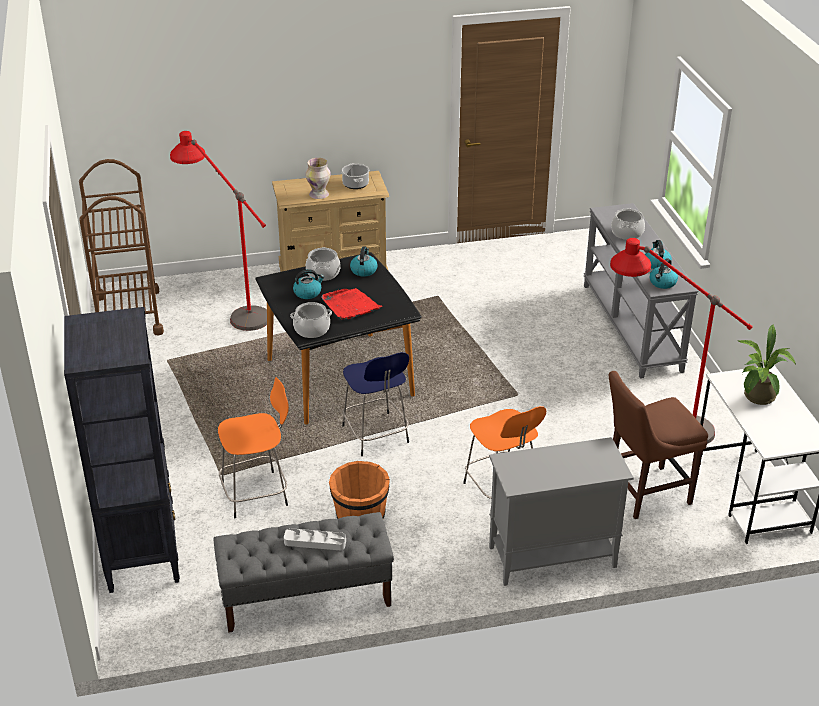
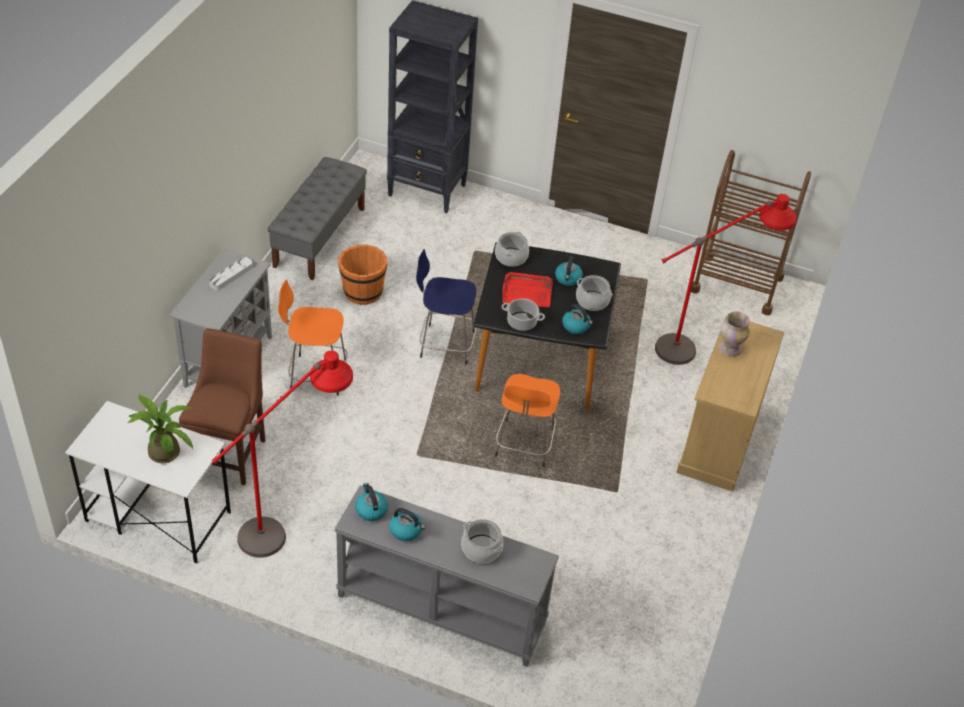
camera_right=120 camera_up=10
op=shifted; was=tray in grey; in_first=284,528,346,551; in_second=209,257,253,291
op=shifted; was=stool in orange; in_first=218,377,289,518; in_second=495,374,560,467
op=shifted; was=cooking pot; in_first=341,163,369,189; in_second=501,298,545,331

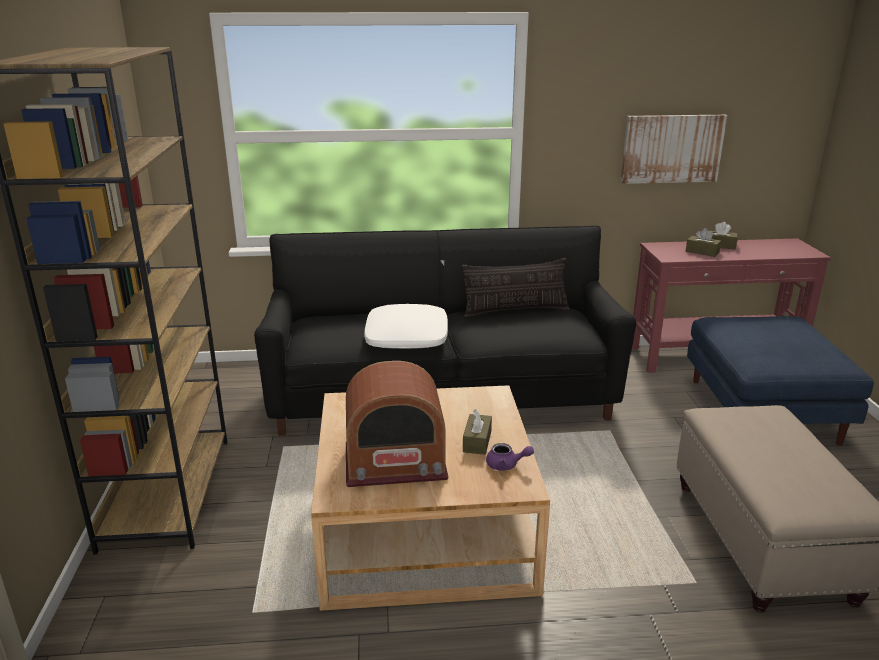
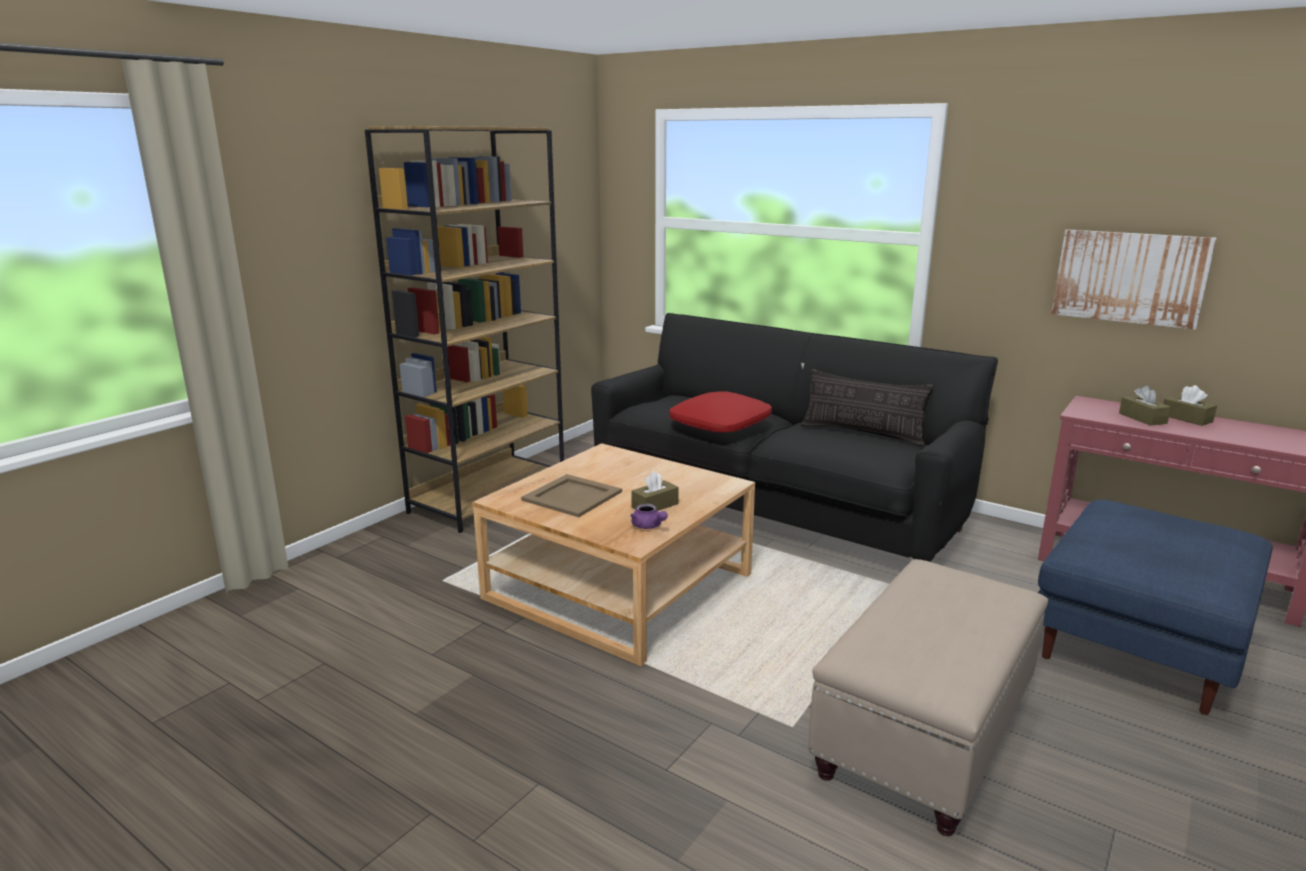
camera_right=40 camera_up=-5
op=swapped; was=radio; now=tray in beige; in_first=346,361,449,487; in_second=521,474,622,517
op=repainted; was=pillow in white; now=pillow in red; in_first=364,304,448,349; in_second=669,392,772,432

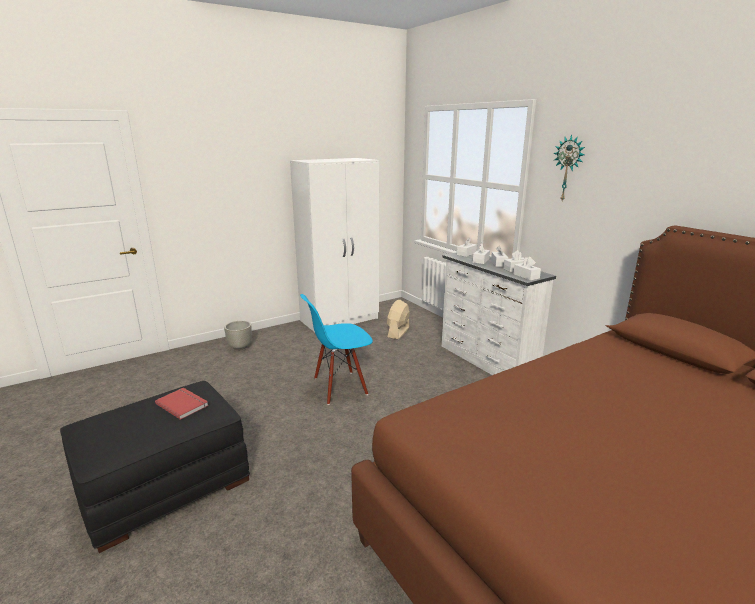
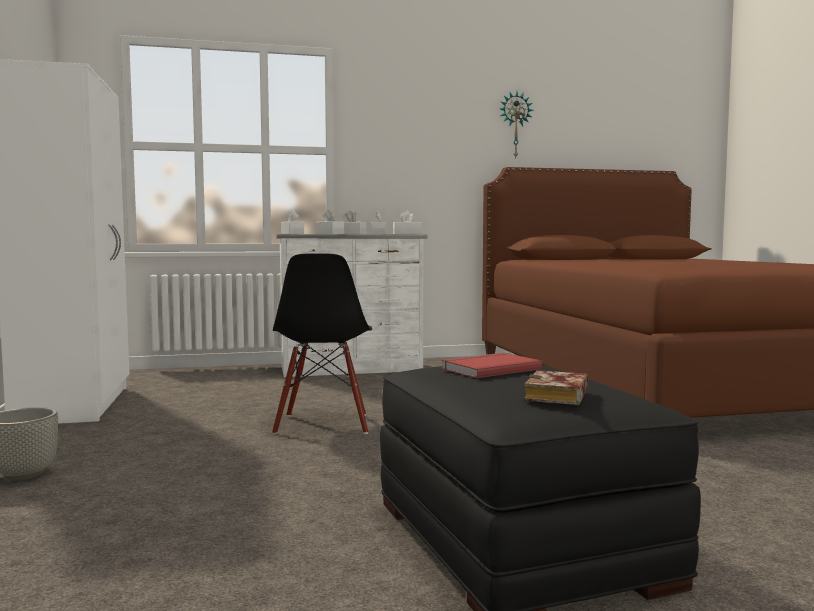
camera_right=-70 camera_up=-15
op=repainted; was=chair in blue; now=chair in black; in_first=300,294,373,405; in_second=272,254,372,434
op=shifted; was=wall clock; in_first=554,134,585,201; in_second=500,91,534,159
op=new; now=book; in_second=524,370,588,405
op=gone; was=fan in beige; in_first=387,300,410,339

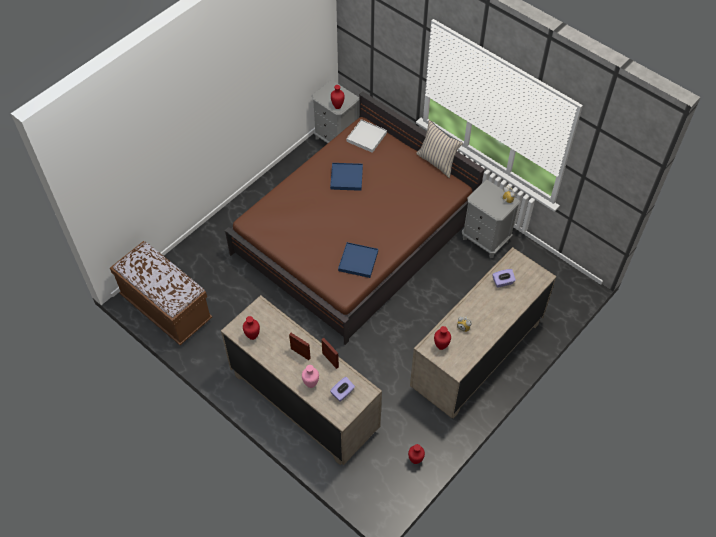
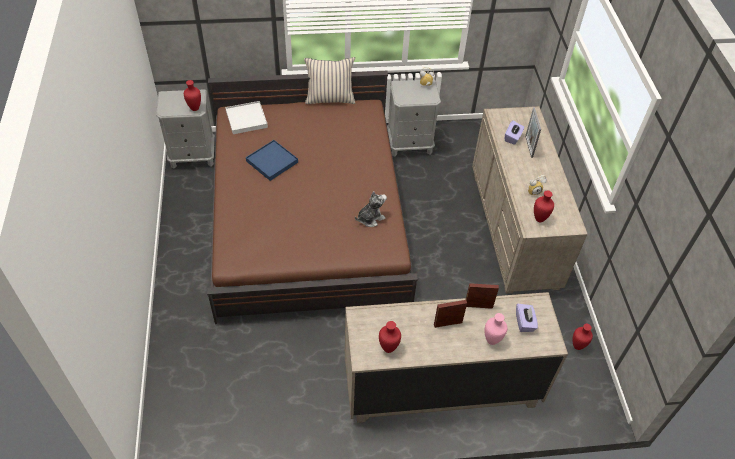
camera_right=-50 camera_up=-5
op=swapped; was=tray in blue; now=plush toy; in_first=338,242,378,278; in_second=355,191,387,227
op=new; now=picture frame; in_second=525,107,541,158
op=gone; was=bench in brown; in_first=110,241,212,345

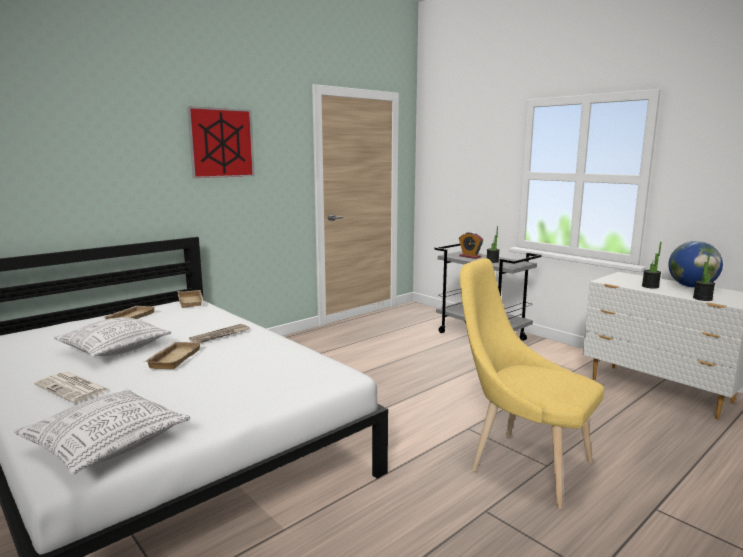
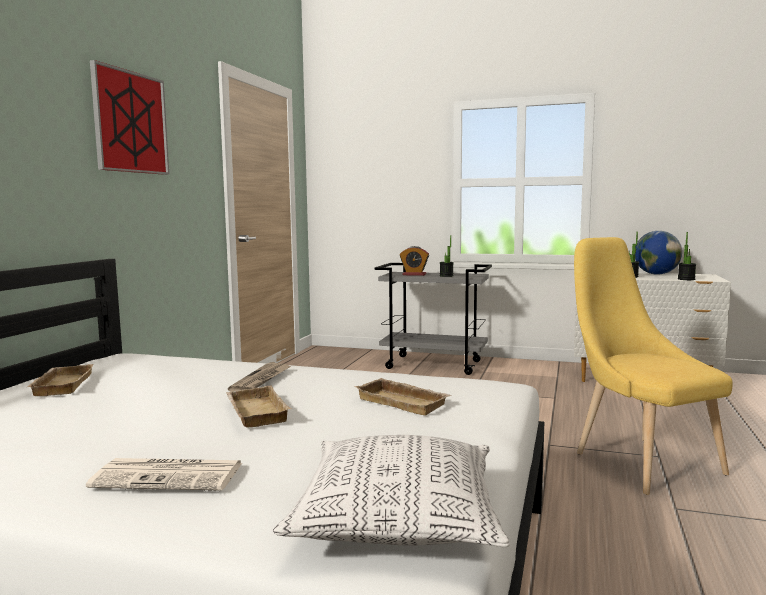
camera_right=-30 camera_up=-5
op=shifted; was=tray in beige; in_first=178,290,204,308; in_second=354,378,451,416
op=rotated; was=chair in yellow; in_first=460,258,604,509; in_second=574,237,733,495; clockwise=60
op=gone; was=pillow; in_first=54,317,171,357

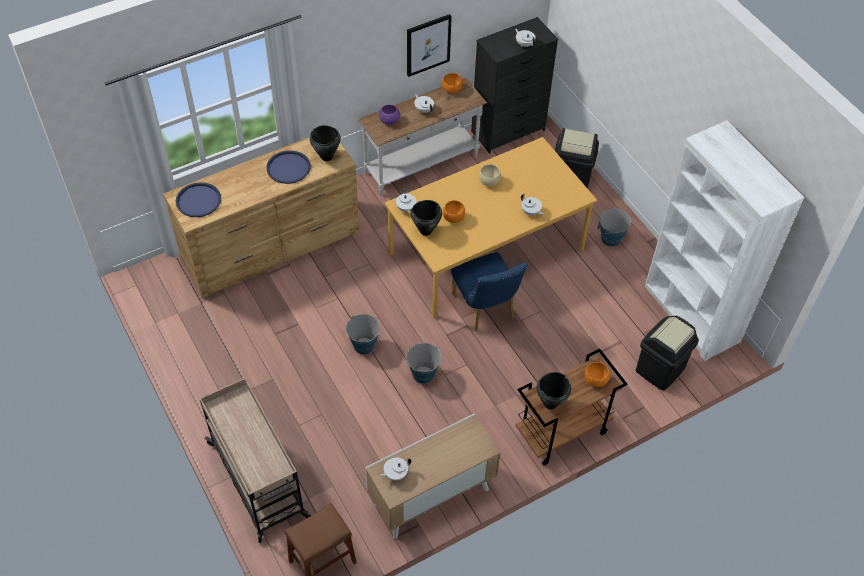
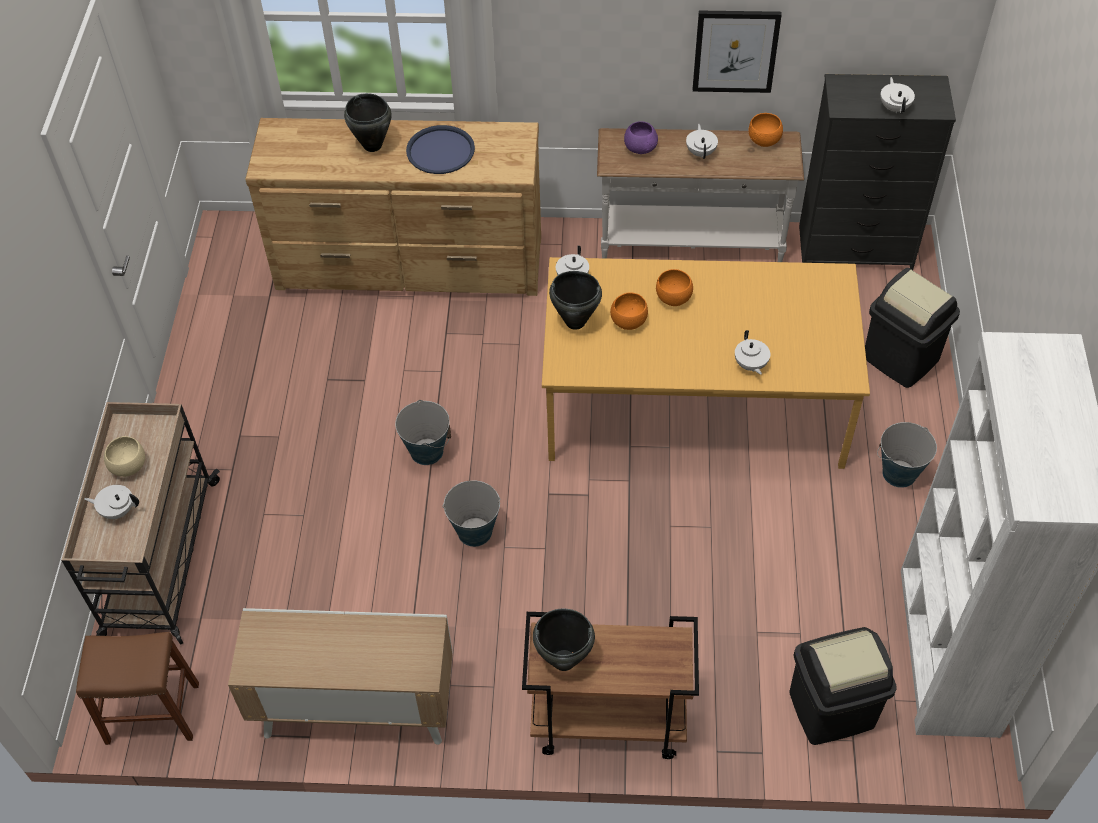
camera_right=35 camera_up=0
op=shifted; was=teapot in white; in_first=379,457,411,481; in_second=84,485,139,519
op=shifted; was=bowl in beige; in_first=479,164,501,186; in_second=104,436,145,477
op=shifted; was=cooking pot in black; in_first=310,125,341,161; in_second=344,93,392,152
op=shifted; was=bowl in orange; in_first=585,362,610,387; in_second=656,269,693,306
op=gone; was=tray in blue; in_first=175,182,221,217
op=gone; was=chair in blue; in_first=451,252,528,332

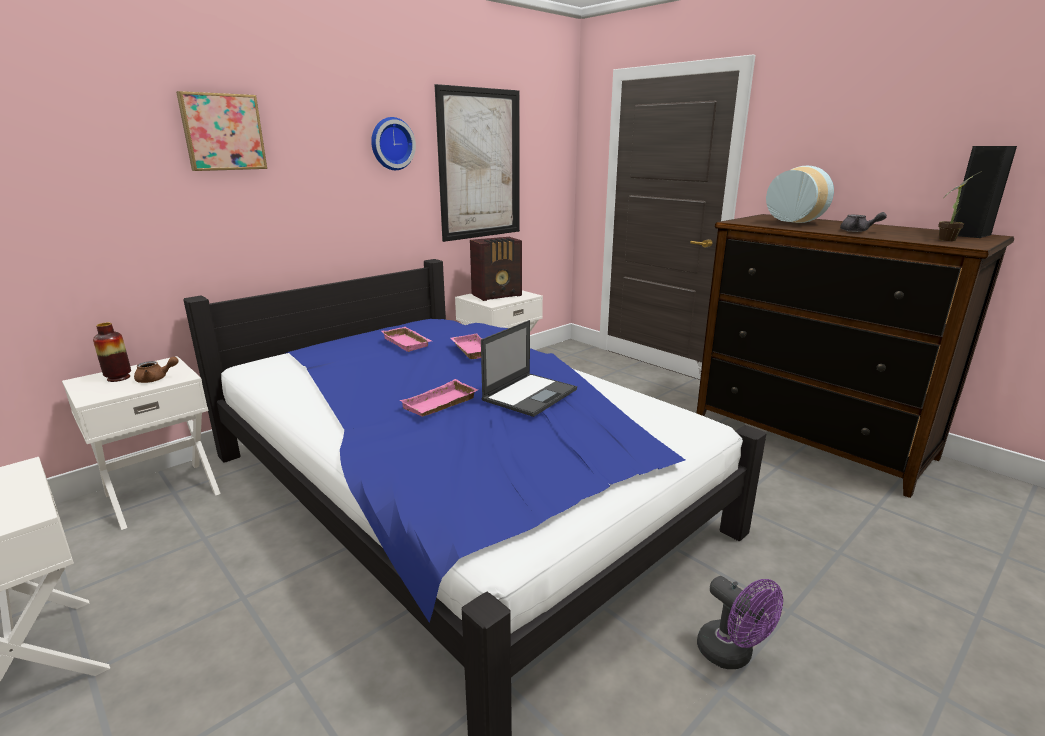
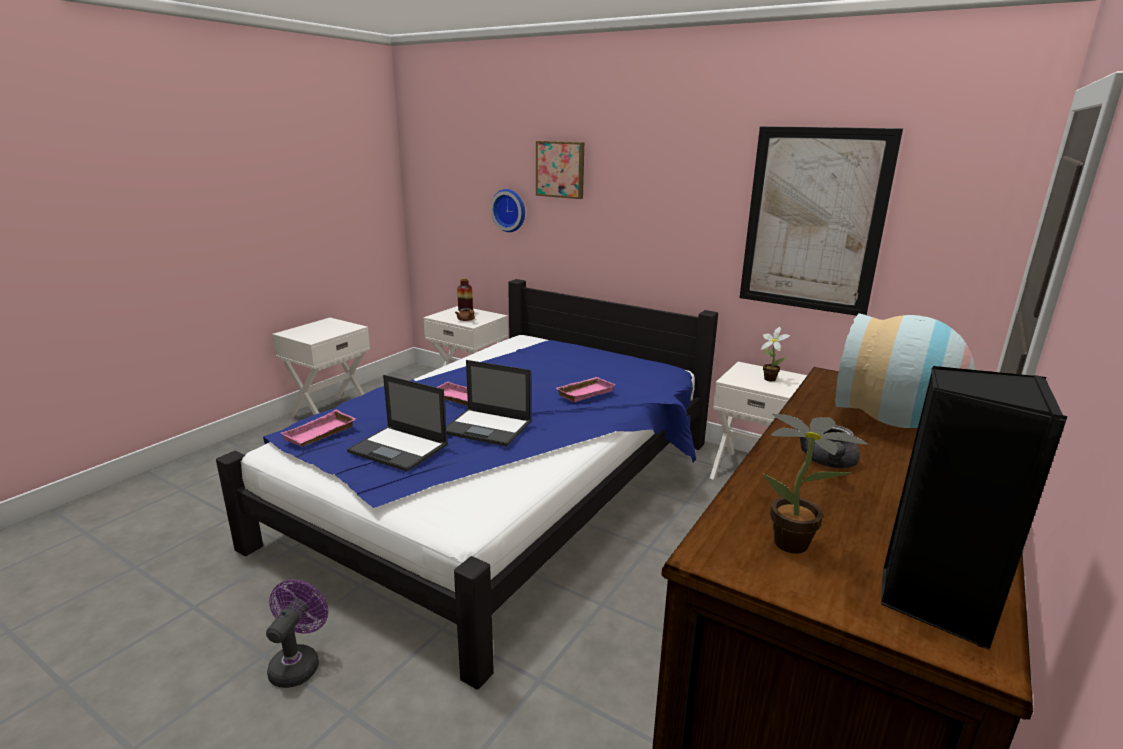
camera_right=75 camera_up=0
op=rotated; was=fan in purple; in_first=697,576,783,669; in_second=266,579,328,688; clockwise=150
op=shifted; was=tray in pink; in_first=381,327,431,352; in_second=281,409,356,447
op=new; now=laptop; in_second=347,375,448,472
op=shifted; was=wall clock; in_first=371,117,416,170; in_second=490,189,525,232
op=swapped; was=radio; now=potted plant; in_first=470,237,522,301; in_second=761,327,791,382

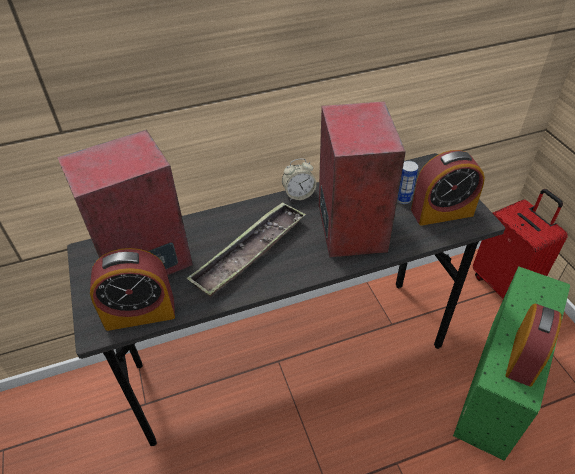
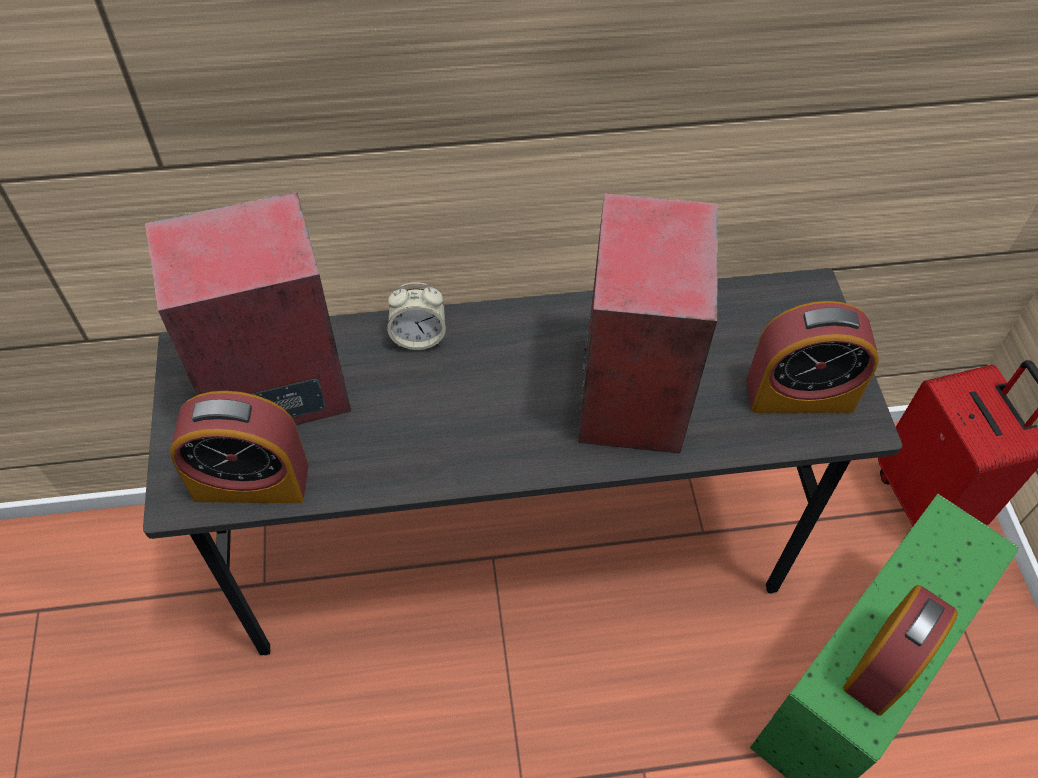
camera_right=10 camera_up=10
op=shifted; was=alarm clock; in_first=282,159,317,201; in_second=387,282,446,350
op=gone; was=tray; in_first=186,202,306,297
op=gone; was=can; in_first=397,161,418,204

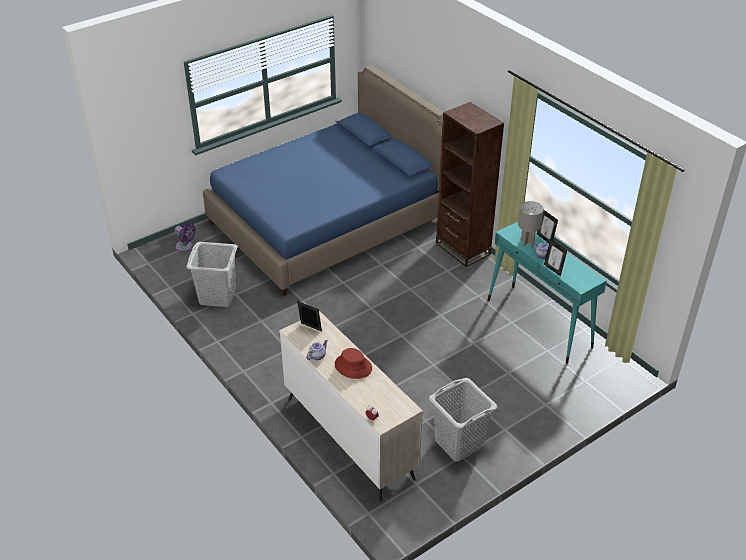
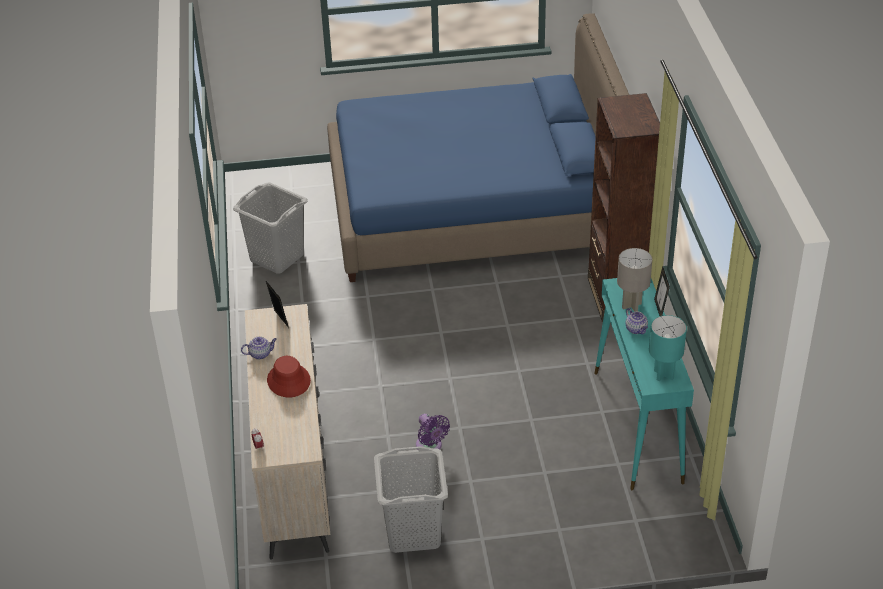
camera_right=30 camera_up=0
op=shifted; was=fan in purple; in_first=175,222,196,251; in_second=416,414,450,450
op=new; now=table lamp in turquoise; in_second=649,315,687,382
op=gone; was=picture frame; in_first=544,239,567,276

